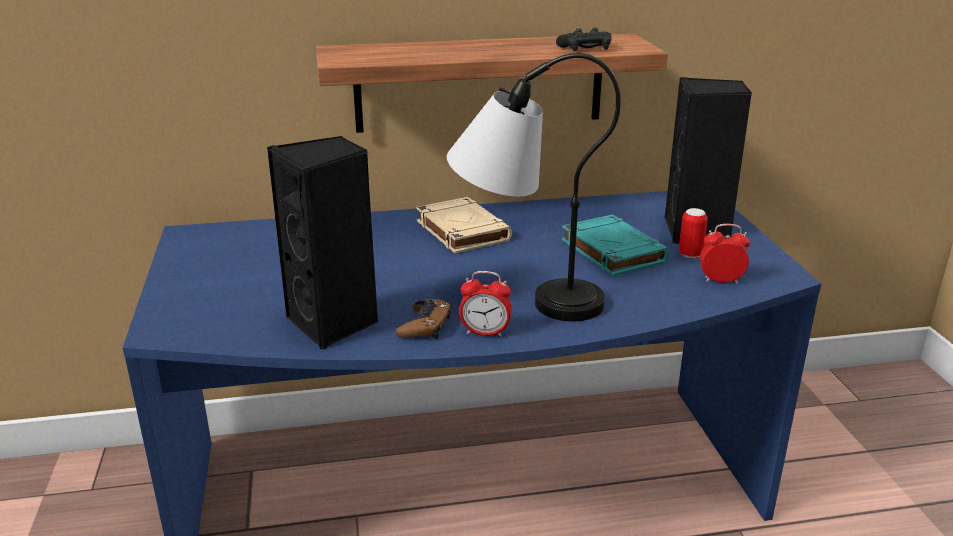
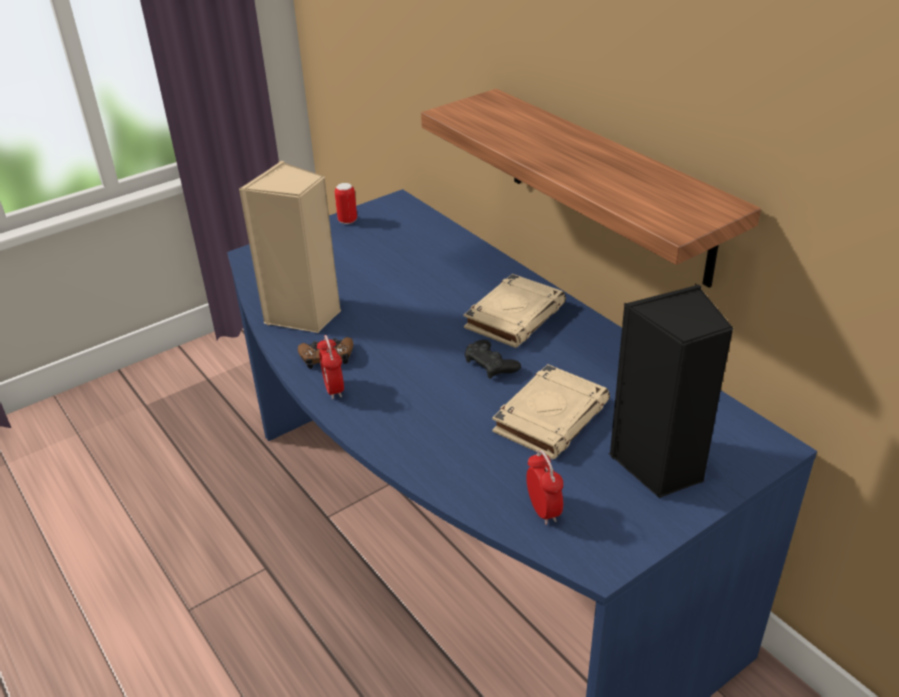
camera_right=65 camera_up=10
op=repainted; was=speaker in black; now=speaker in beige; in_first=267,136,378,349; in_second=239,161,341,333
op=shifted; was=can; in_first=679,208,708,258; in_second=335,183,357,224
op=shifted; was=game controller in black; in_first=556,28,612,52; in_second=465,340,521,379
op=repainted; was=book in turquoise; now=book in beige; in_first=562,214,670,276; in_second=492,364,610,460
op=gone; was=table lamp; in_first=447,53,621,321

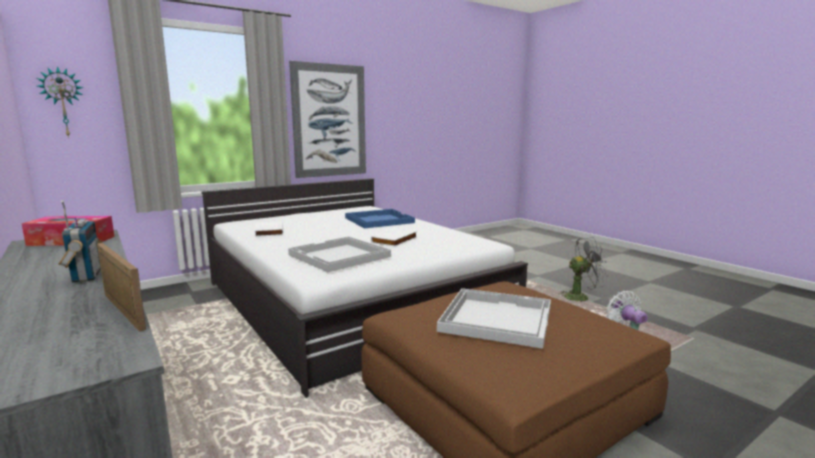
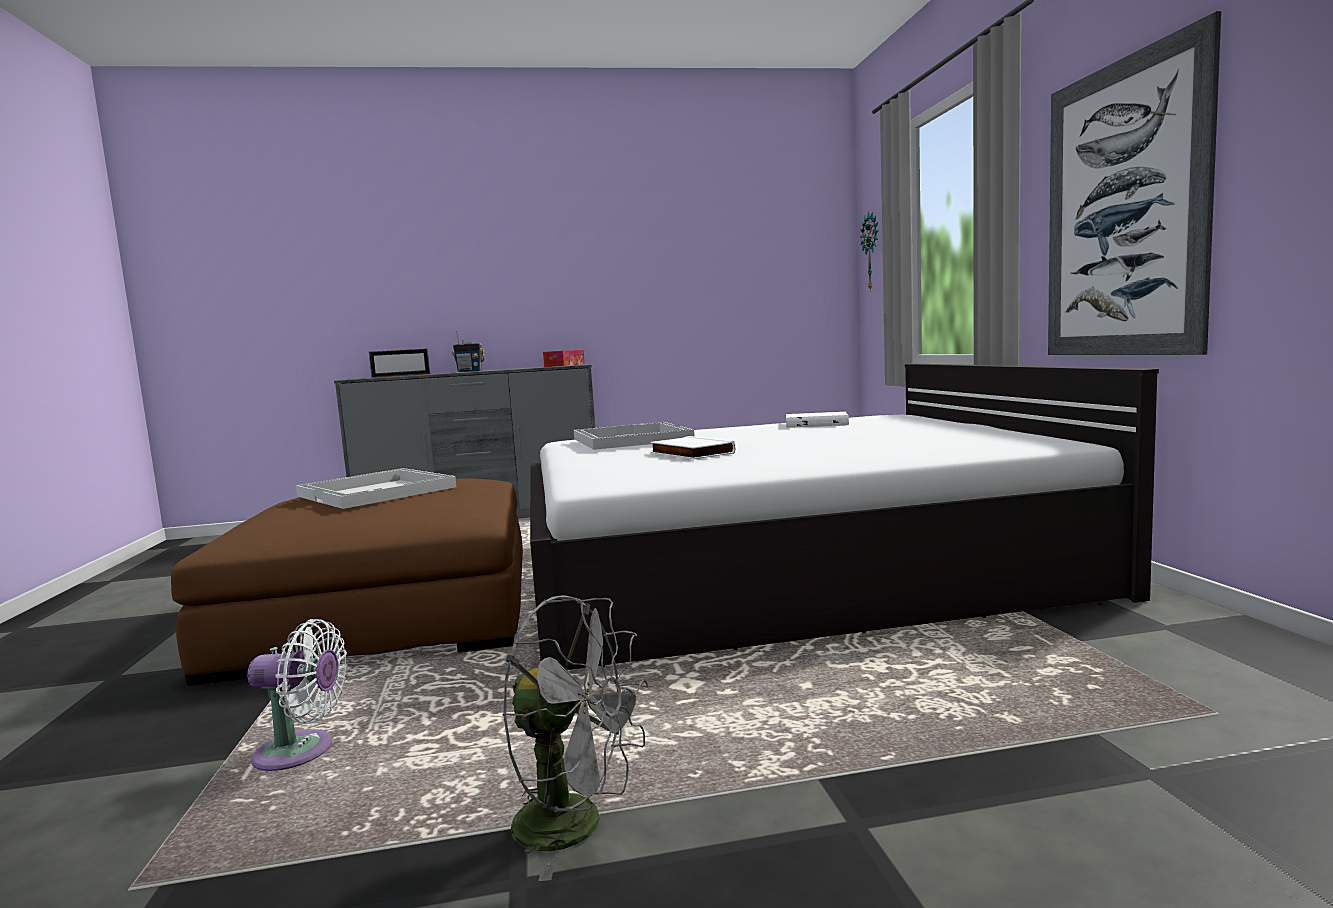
camera_right=115 camera_up=-5
op=rotated; was=fan in grey; in_first=558,237,607,302; in_second=502,595,648,881; clockwise=-90
op=gone; was=tray in blue; in_first=345,209,415,228

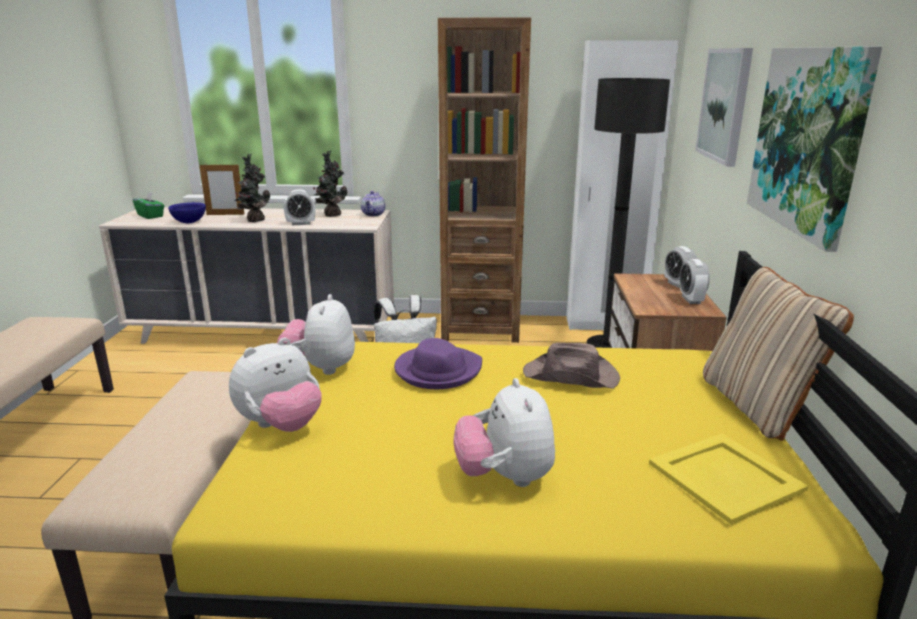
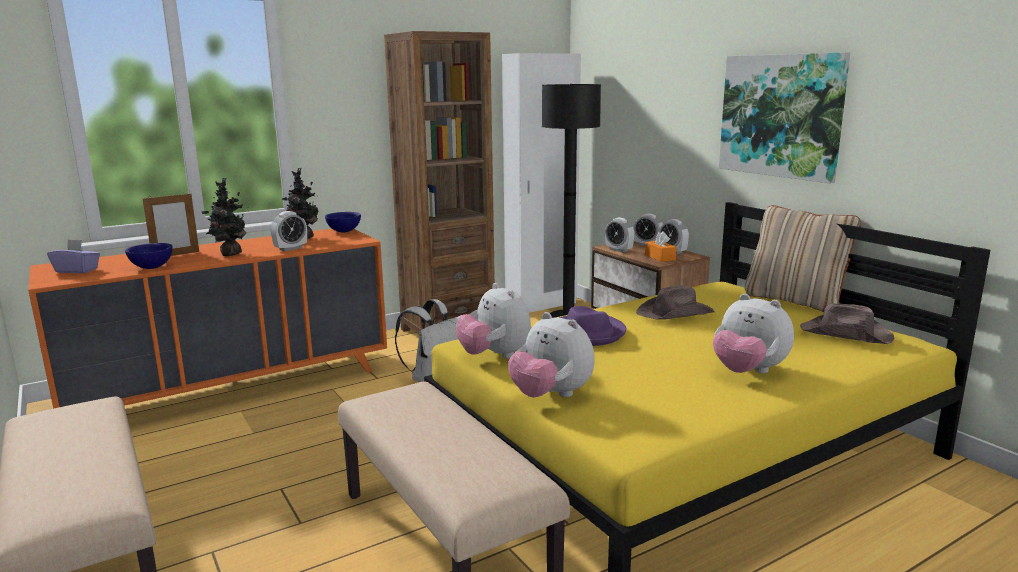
camera_right=-35 camera_up=-5
op=repainted; was=dresser in beige; now=dresser in orange; in_first=99,207,394,344; in_second=28,229,387,409
op=repainted; was=tissue box in green; now=tissue box in purple; in_first=133,192,164,219; in_second=47,239,100,274
op=swapped; was=teapot; now=bowl in blue; in_first=361,191,385,216; in_second=325,212,361,232
op=rotated; was=plush toy; in_first=229,337,322,432; in_second=508,312,594,397; clockwise=120
op=new; now=alarm clock; in_second=605,218,634,252
op=new; now=tissue box in orange; in_second=645,231,677,262
op=swapped; was=tray in yellow; now=hat in brown; in_first=649,434,808,524; in_second=800,303,894,344
op=gone; was=picture; in_first=695,48,753,167

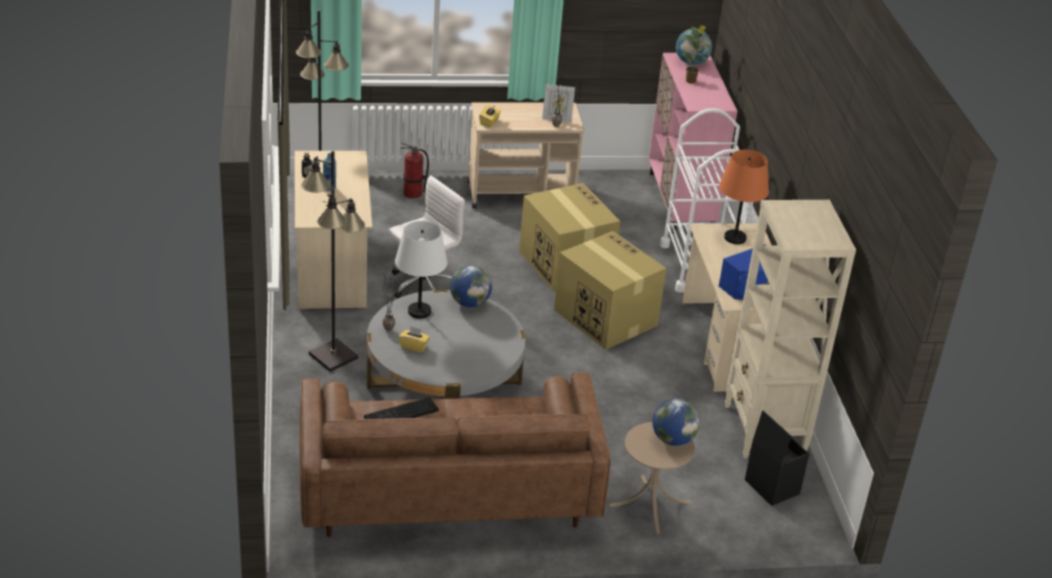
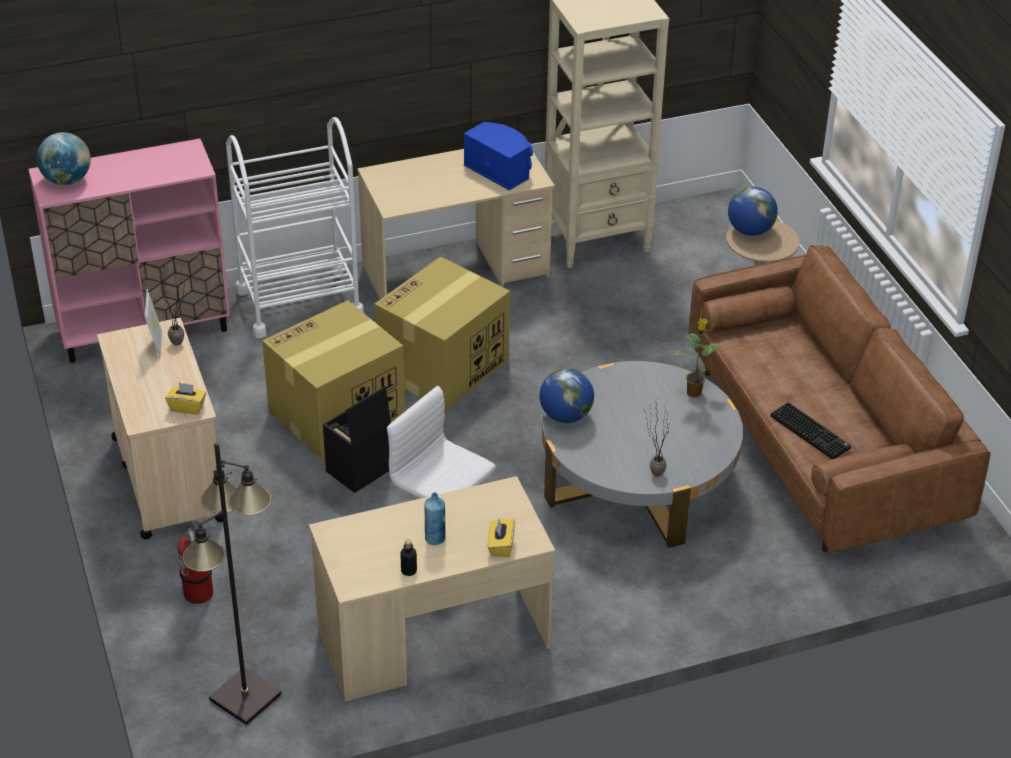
camera_right=-100 camera_up=5
op=shifted; was=storage box in black; in_first=745,410,809,506; in_second=323,386,391,493
op=shifted; was=tissue box in yellow; in_first=399,327,430,353; in_second=487,518,515,557
op=shifted; was=potted plant; in_first=682,26,710,84; in_second=675,318,722,398
op=gone; was=floor lamp in black; in_first=301,151,365,372
op=gone; was=table lamp in white; in_first=395,221,447,319
op=gone; was=table lamp in orange; in_first=719,150,769,244

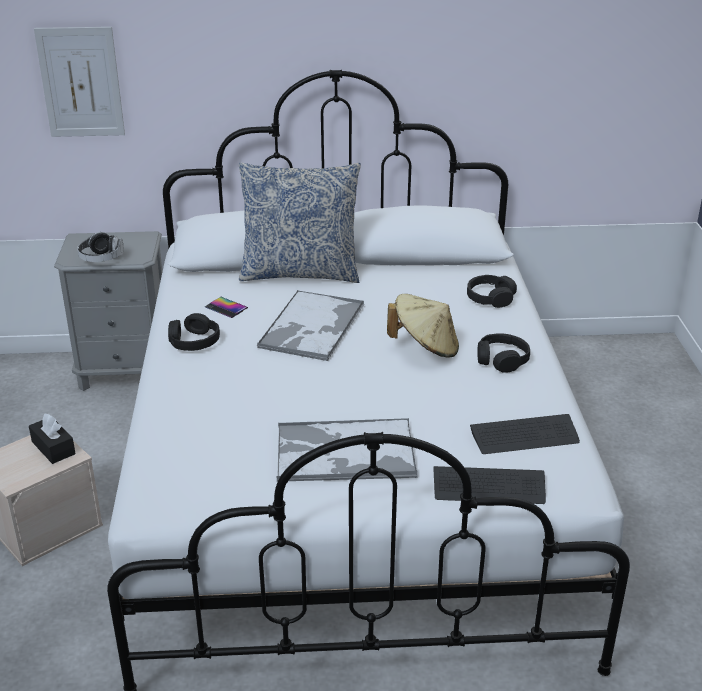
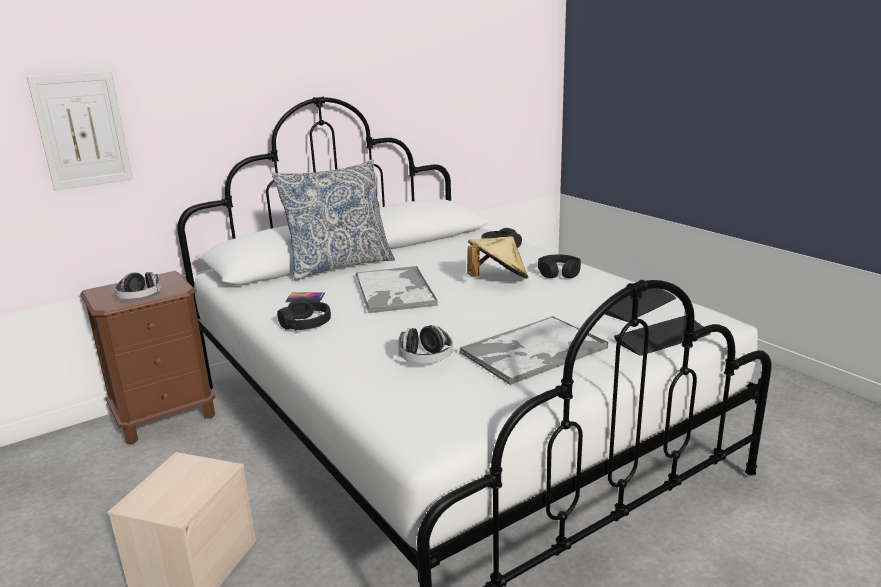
camera_right=-30 camera_up=-10
op=repainted; was=nightstand in grey; now=nightstand in brown; in_first=54,231,162,391; in_second=80,271,215,444
op=new; now=headphones; in_second=398,325,453,363
op=gone; was=tissue box in black; in_first=29,414,76,464

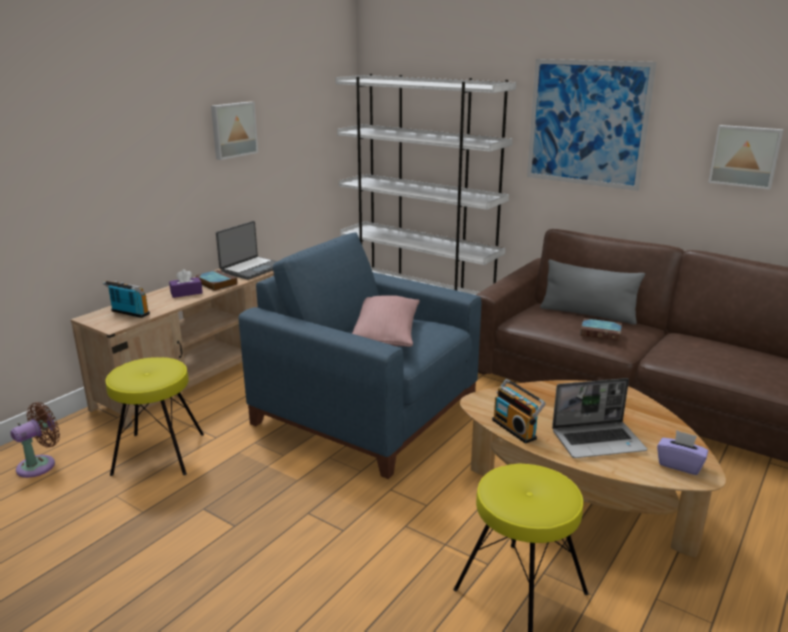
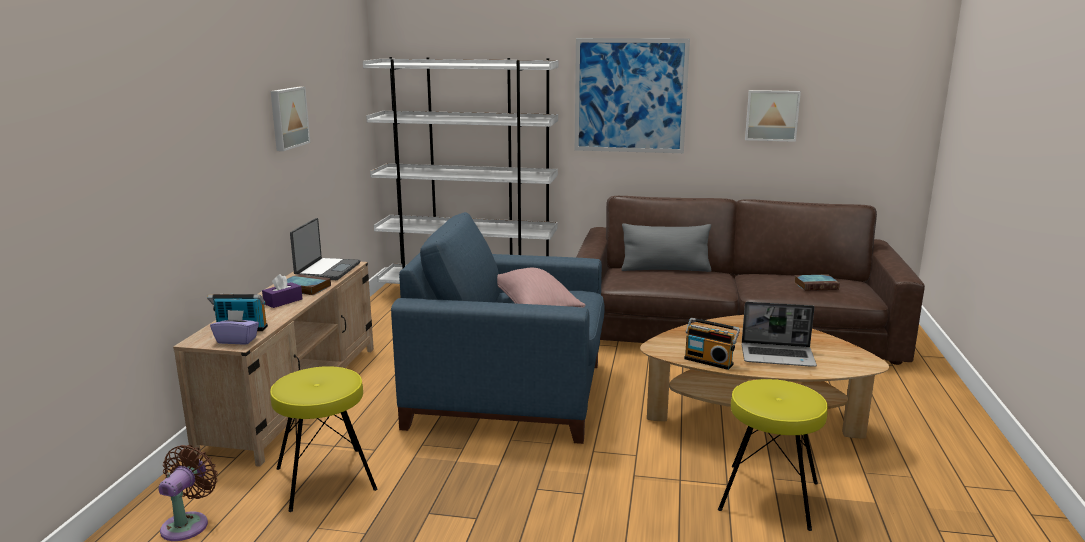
camera_right=-25 camera_up=-5
op=shifted; was=tissue box in purple; in_first=657,430,708,475; in_second=210,310,259,345
op=rotated; was=laptop; in_first=552,378,647,458; in_second=742,302,817,367; clockwise=45
op=shifted; was=book; in_first=580,318,622,341; in_second=794,274,840,291

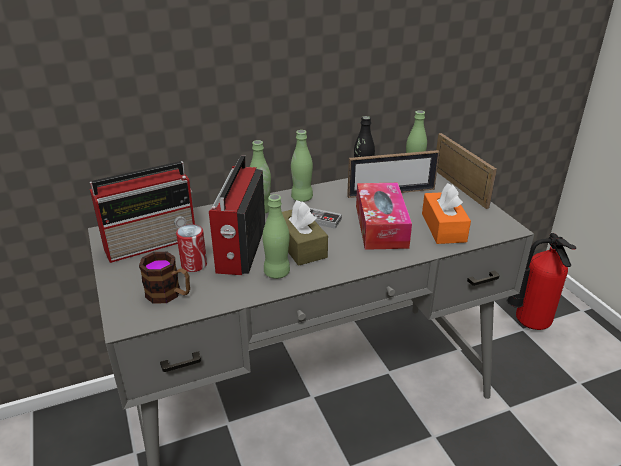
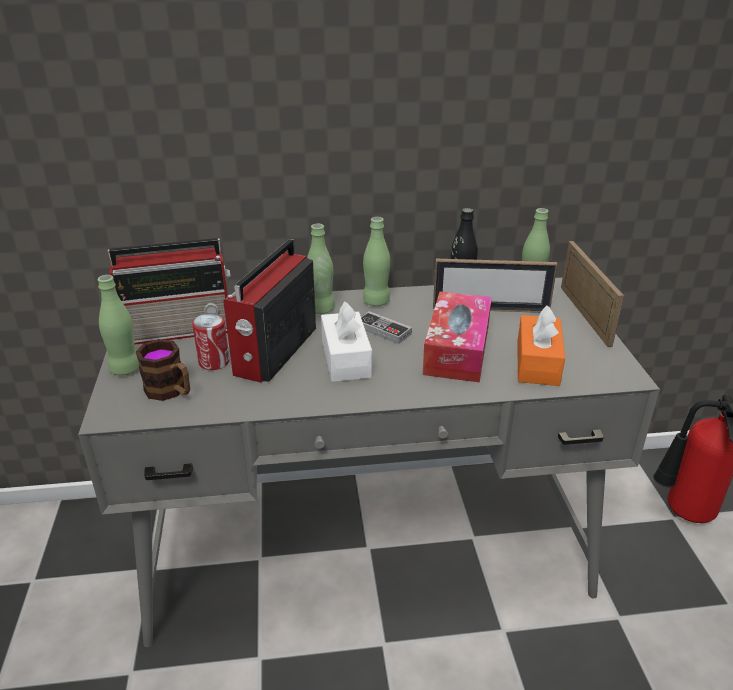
camera_right=15 camera_up=0
op=shifted; was=bottle in green; in_first=263,194,290,279; in_second=98,275,139,376
op=repainted; was=tissue box in brown; now=tissue box in white; in_first=282,200,328,266; in_second=321,302,372,382

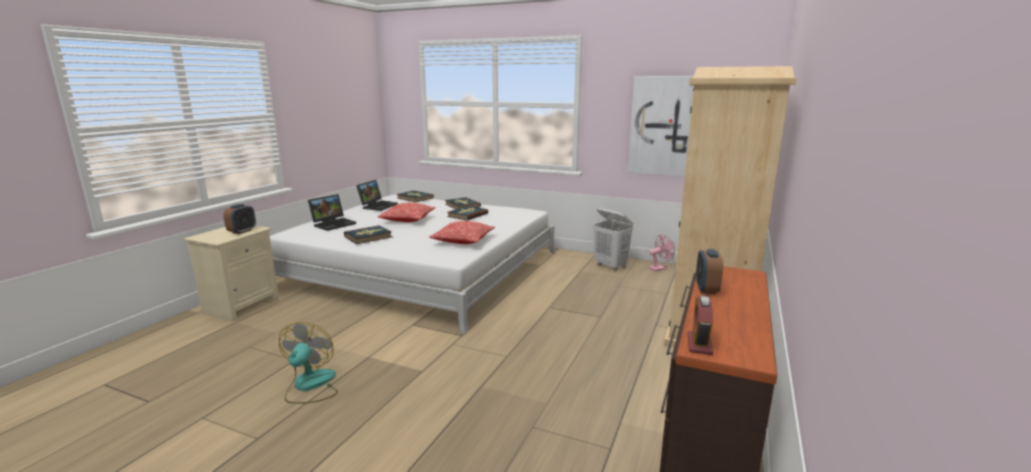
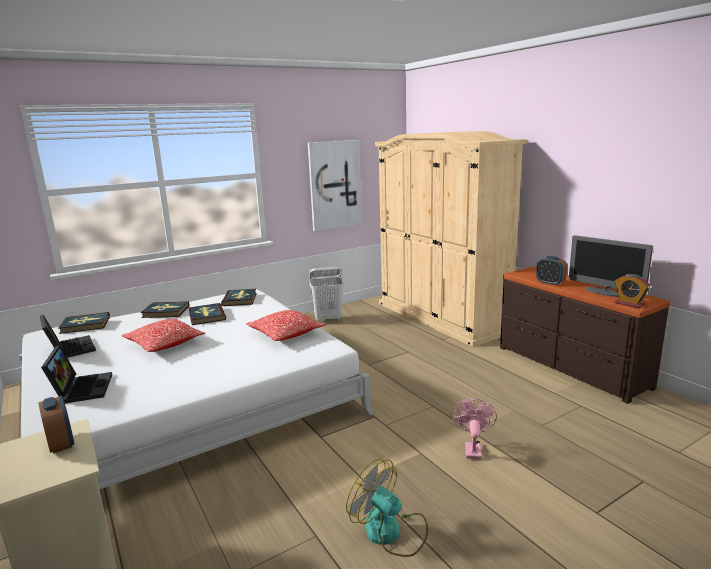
camera_right=-55 camera_up=0
op=shifted; was=book; in_first=344,225,392,244; in_second=221,289,257,306
op=shifted; was=fan in pink; in_first=649,234,675,271; in_second=451,398,497,460
op=new; now=monitor; in_second=569,235,653,297

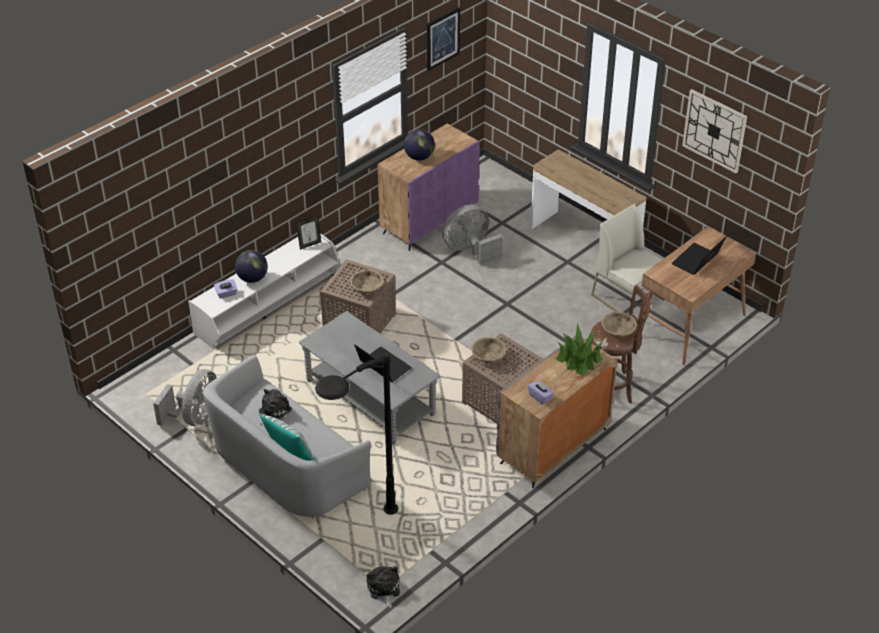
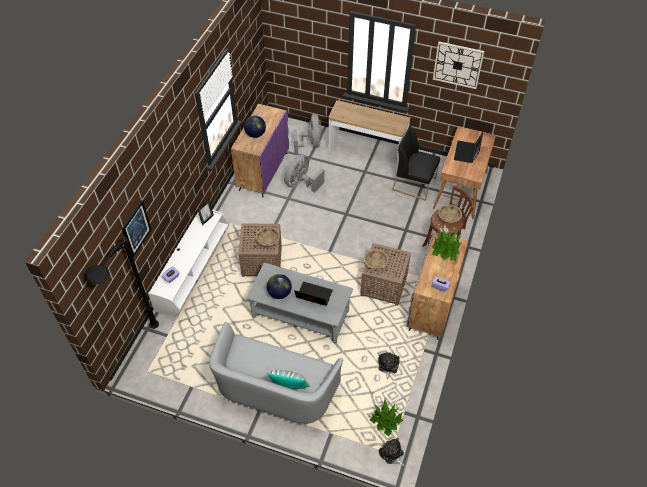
camera_right=-25 camera_up=10
op=shifted; was=floor lamp in black; in_first=315,353,398,515; in_second=85,237,159,329
op=shifted; was=picture; in_first=427,7,460,71; in_second=122,200,152,257
op=shifted; was=globe; in_first=235,250,268,283; in_second=267,274,292,299
op=shifted; was=fan in grey; in_first=153,369,217,426; in_second=294,114,322,154
op=new; now=potted plant; in_second=370,398,403,436
op=shifted; was=plush toy; in_first=259,389,292,426; in_second=378,352,399,379
op=repainted; was=chair in white; now=chair in black; in_first=591,204,665,314; in_second=392,126,440,201

